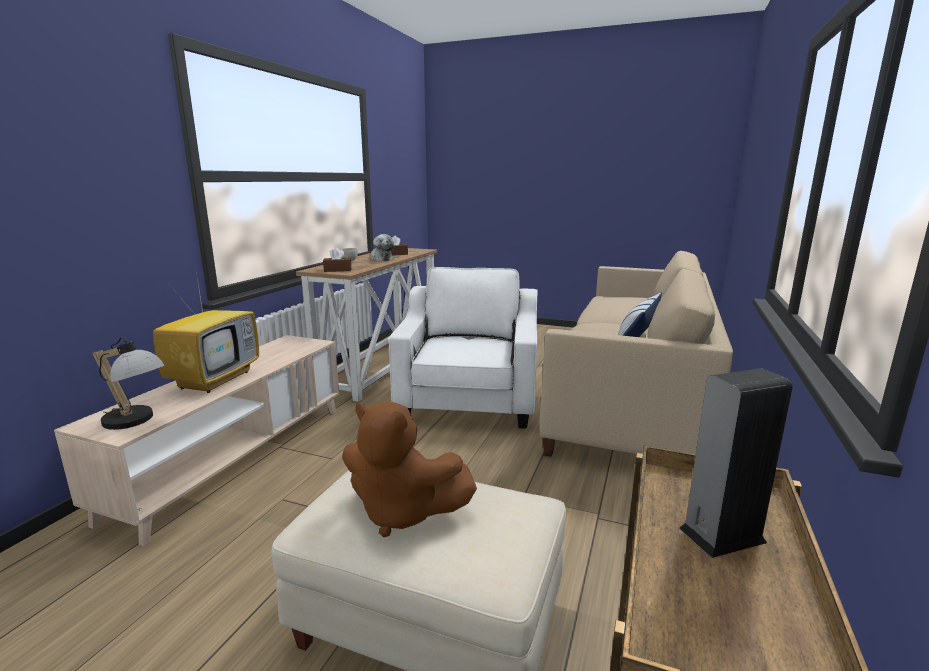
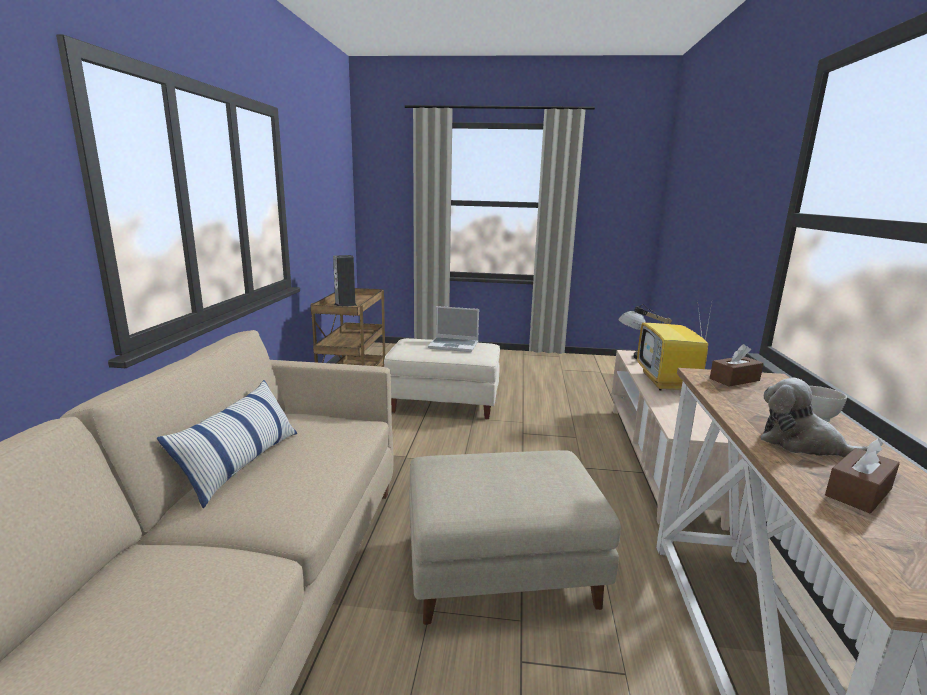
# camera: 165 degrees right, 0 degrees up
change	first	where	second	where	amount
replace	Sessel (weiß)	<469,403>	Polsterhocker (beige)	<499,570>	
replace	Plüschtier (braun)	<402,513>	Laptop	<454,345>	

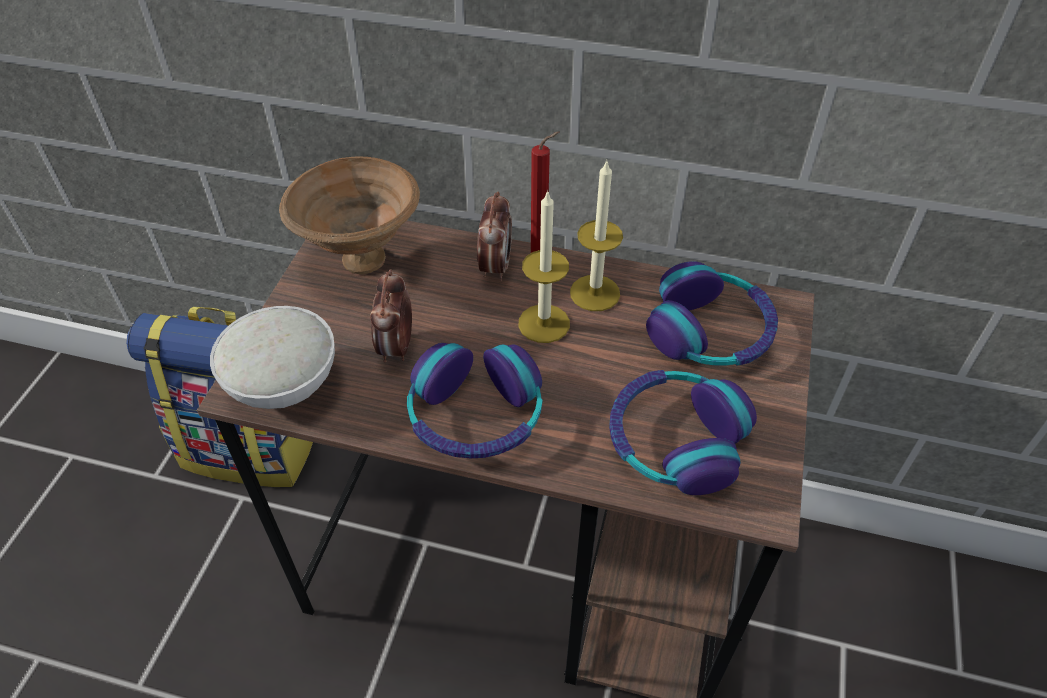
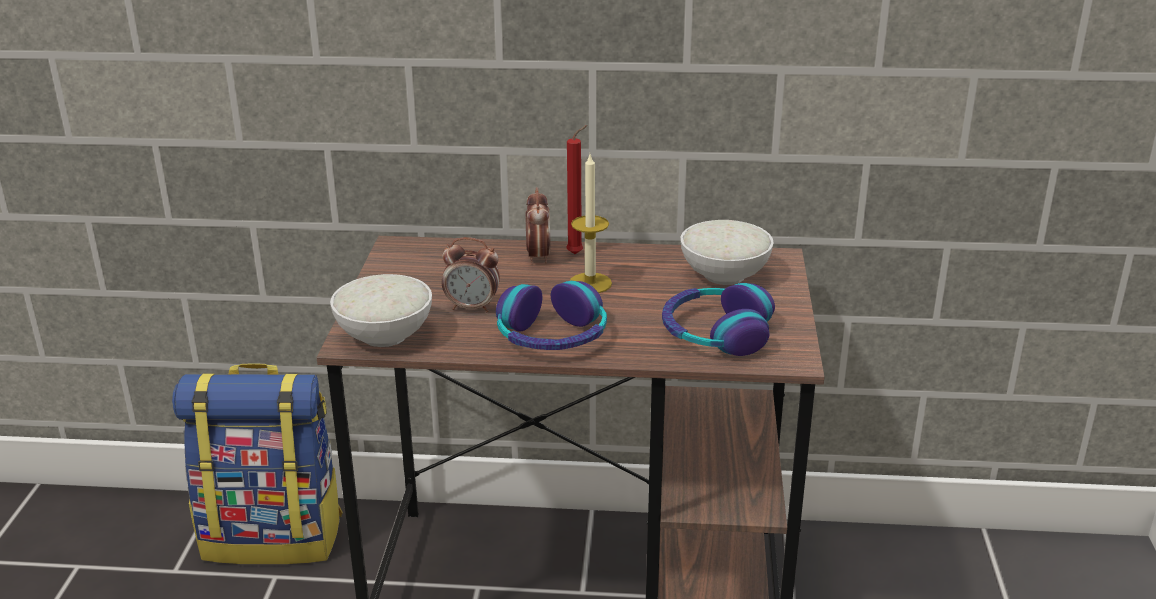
# camera: 10 degrees left, 20 degrees down
change	first	where	second	where	amount
rotate	Wecker	<396,347>		<472,307>	75 degrees counterclockwise
replace	Kopfhörer	<710,332>	Schüssel (weiß)	<725,275>	
delete	Schüssel (braun)	<360,261>			
delete	Kerze	<595,293>			

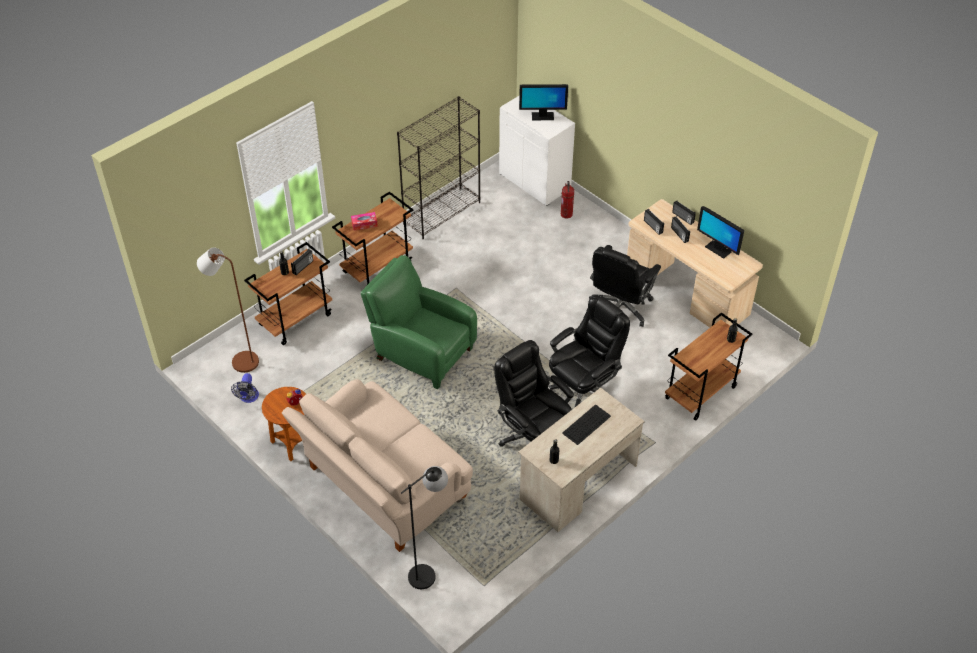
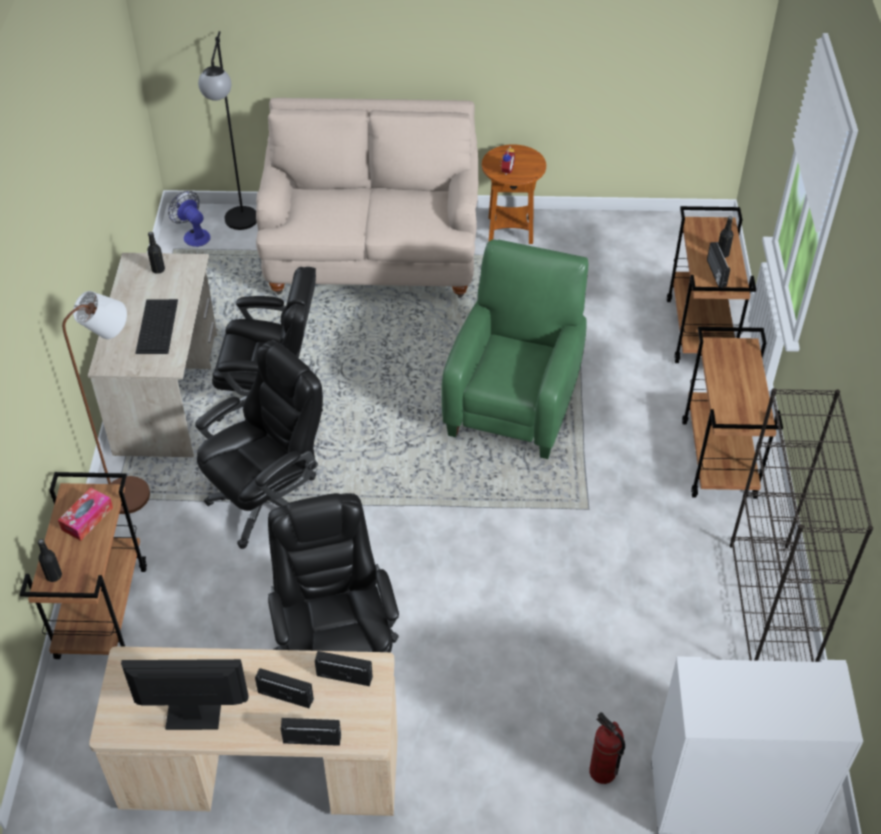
# camera: 135 degrees right, 0 degrees up
change	first	where	second	where	amount
move	Taschentuchbox	<364,224>		<87,519>	
move	Stehlampe (braun)	<240,361>		<135,492>	
move	Ventilator	<248,398>		<193,235>	
rotate	Bürostuhl (schwarz)	<584,389>		<268,501>	135 degrees counterclockwise
rotate	Sessel (grün)	<421,352>		<515,400>	60 degrees counterclockwise
delete	Monitor	<542,116>			

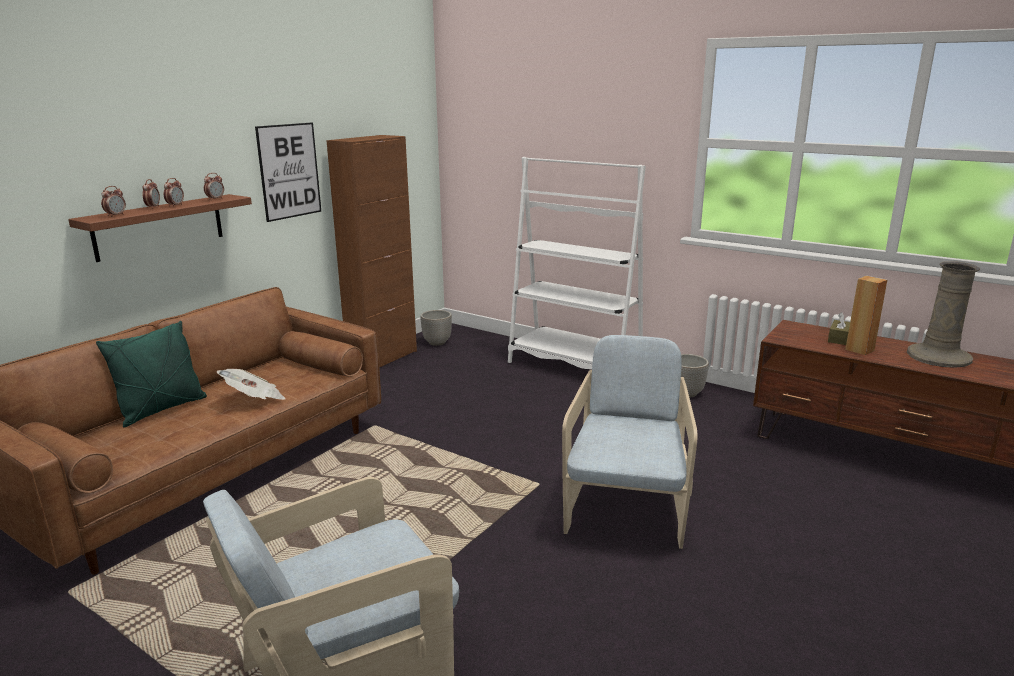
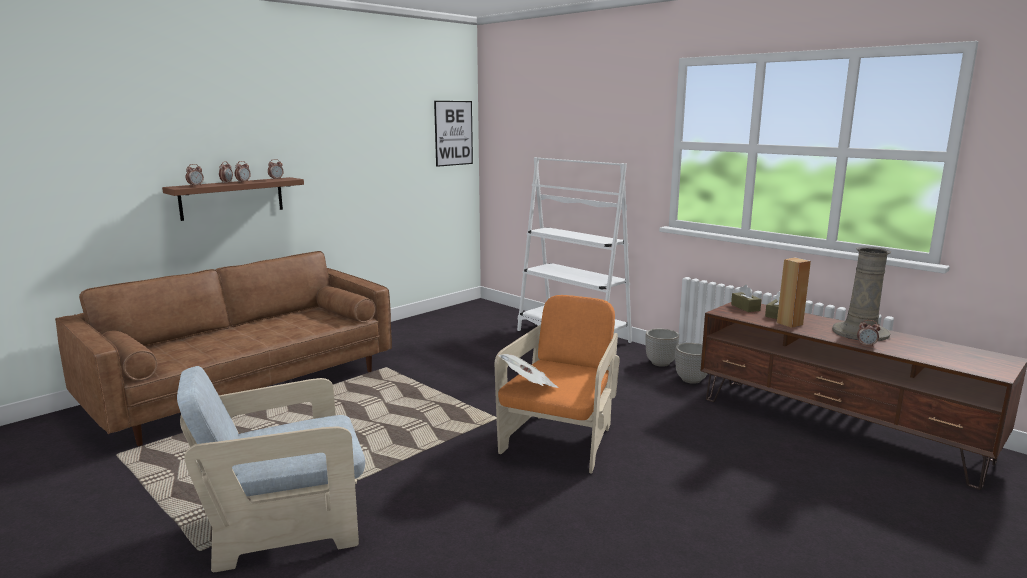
# camera: 10 degrees right, 5 degrees down
change	first	where	second	where	amount
move	Bild	<289,171>		<453,133>	
recolor	Sessel (beige)	<626,507>	Sessel (orange)	<560,440>	
move	Zeitung	<255,399>		<528,385>	
move	Pflanzkübel	<436,342>		<690,380>	
insert			Taschentuchbox (braun)	<745,307>	
insert			Wecker	<866,345>	
delete	Kissen (grün)	<162,409>			
delete	Schrank (braun)	<382,358>			

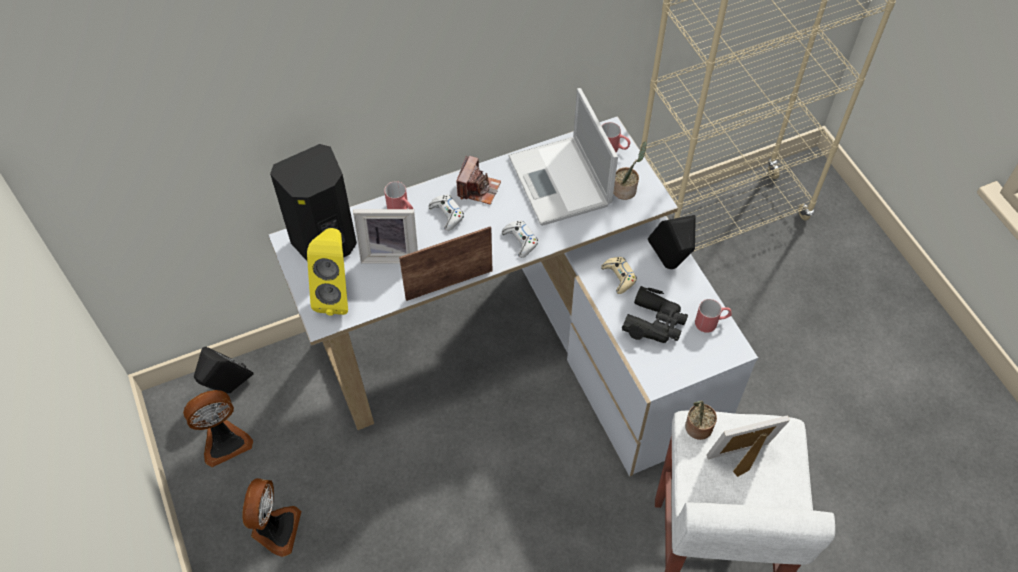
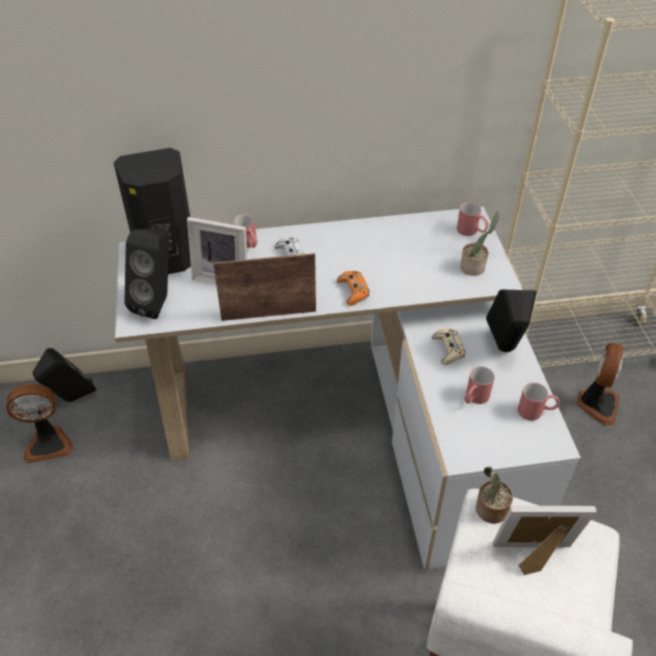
# camera: 15 degrees right, 10 degrees down
change	first	where	second	where	amount
recolor	Lautsprecher (gelb)	<337,294>	Lautsprecher (schwarz)	<158,302>	
recolor	Gamepad (weiß)	<520,241>	Gamepad (orange)	<353,291>	
replace	Fernglas (schwarz)	<655,322>	Henkelbecher (rot)	<474,398>	
move	Ventilator	<275,529>		<596,404>	
delete	Kamera	<478,189>			
delete	Laptop	<560,182>			

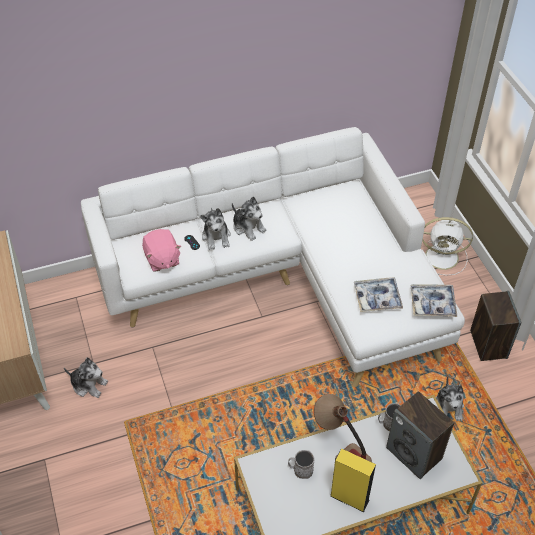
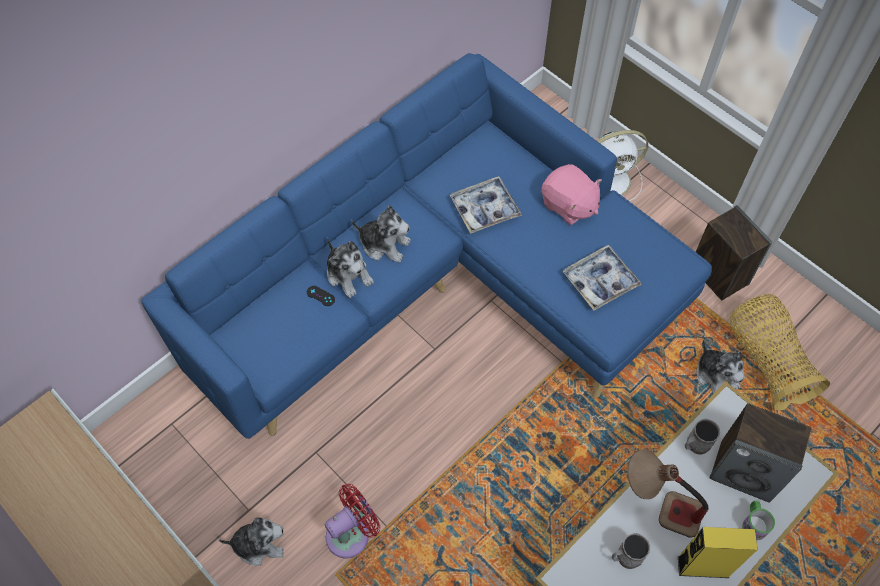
# camera: 25 degrees left, 10 degrees up
change	first	where	second	where	amount
recolor	Sofa (weiß)	<287,285>	Sofa (blau)	<443,292>	
insert			Ventilator (rot)	<351,533>	
move	Tablett	<432,304>		<485,209>	
move	Plüschtier (rosa)	<162,259>		<568,205>	
insert			Korb	<767,361>	
insert			Henkelbecher	<754,523>	

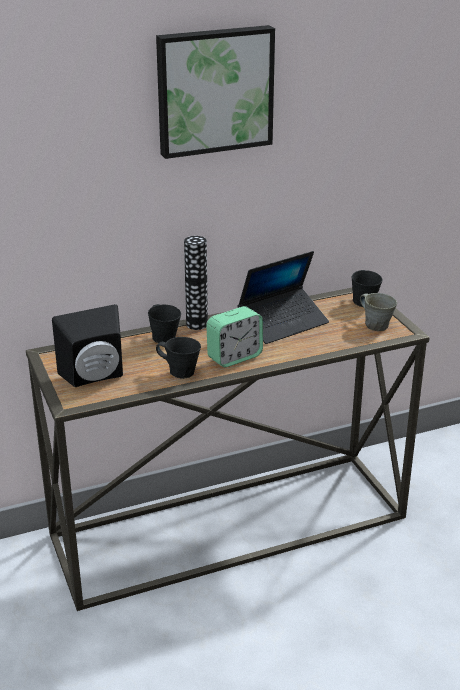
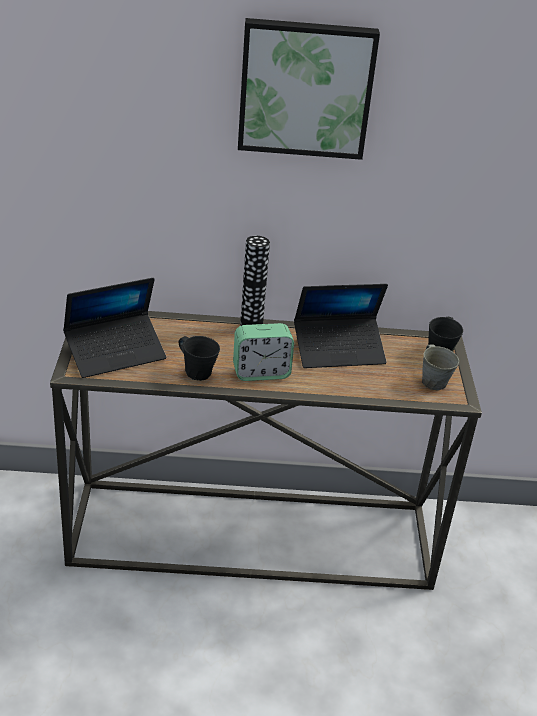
# camera: 20 degrees right, 5 degrees up
change	first	where	second	where	amount
replace	Lautsprecher (schwarz)	<95,377>	Laptop	<115,353>	
delete	Henkelbecher (schwarz)	<164,337>			

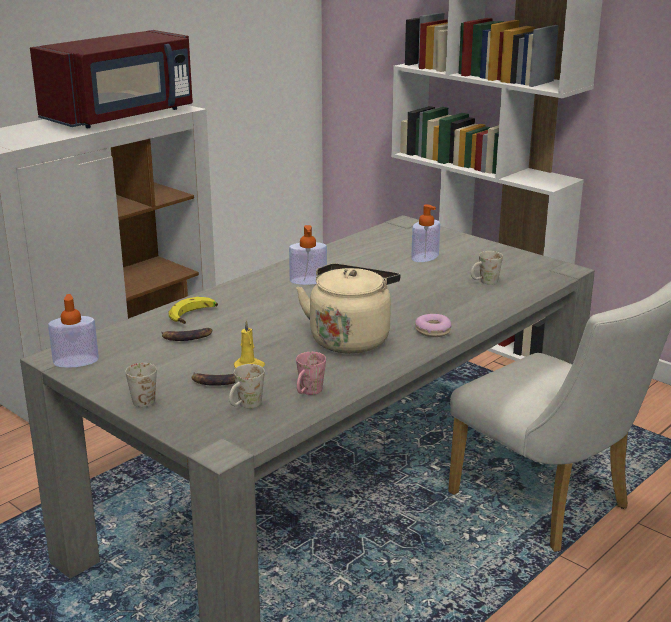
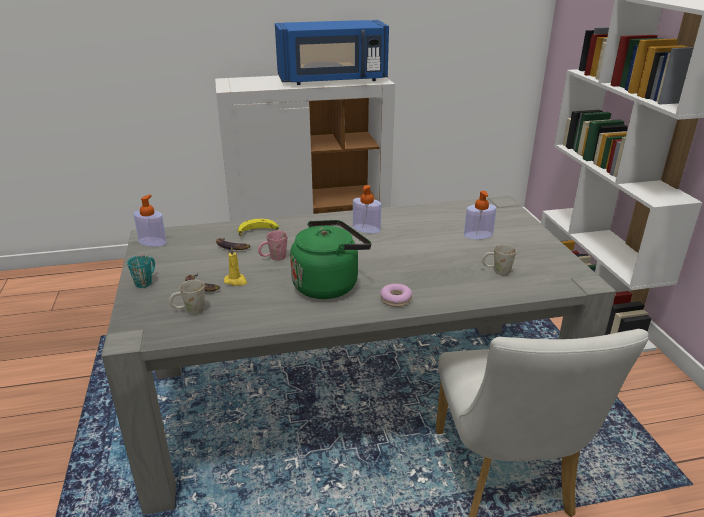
# camera: 35 degrees right, 5 degrees up
change	first	where	second	where	amount
recolor	Henkelbecher (weiß)	<142,398>	Henkelbecher (türkis)	<146,281>	
move	Henkelbecher (rosa)	<308,393>		<273,258>	
recolor	Mikrowelle (rot)	<122,116>	Mikrowelle (blau)	<333,80>	
recolor	Wasserkessel (beige)	<351,338>	Wasserkessel (grün)	<328,284>	

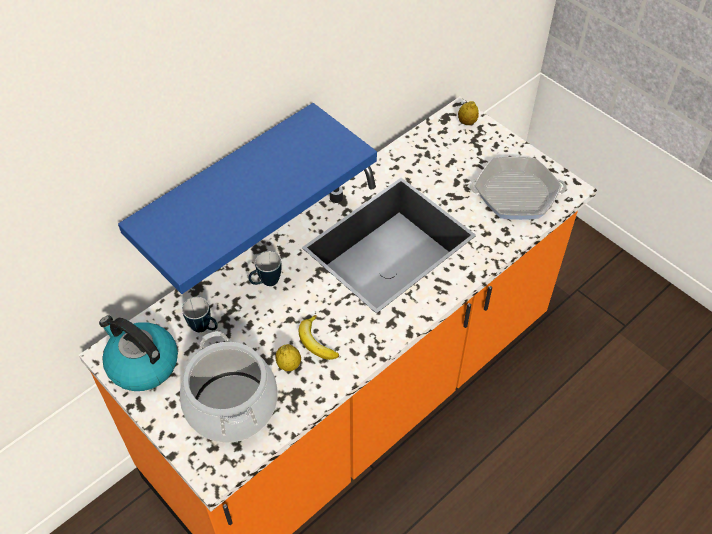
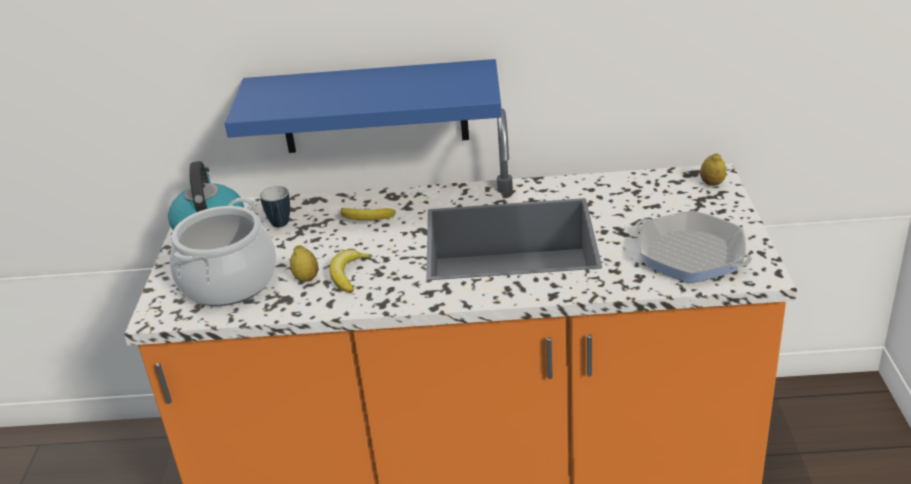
# camera: 45 degrees right, 20 degrees down
change	first	where	second	where	amount
replace	Henkelbecher	<266,283>	Banane	<366,219>	

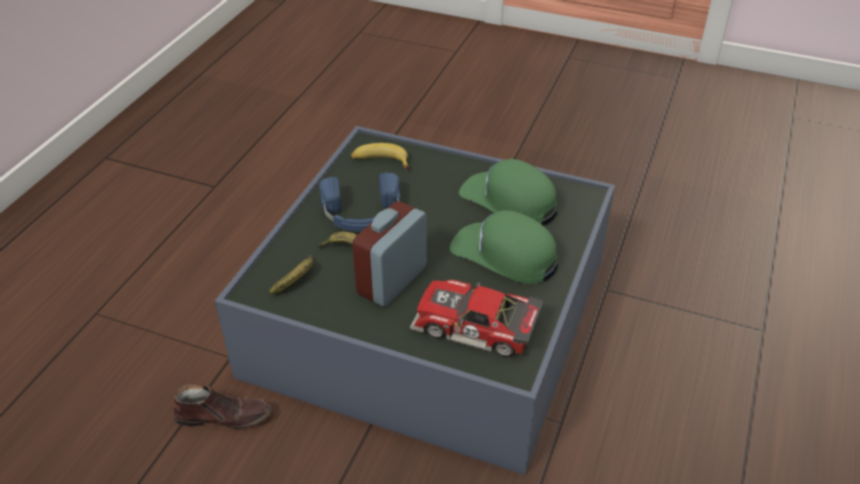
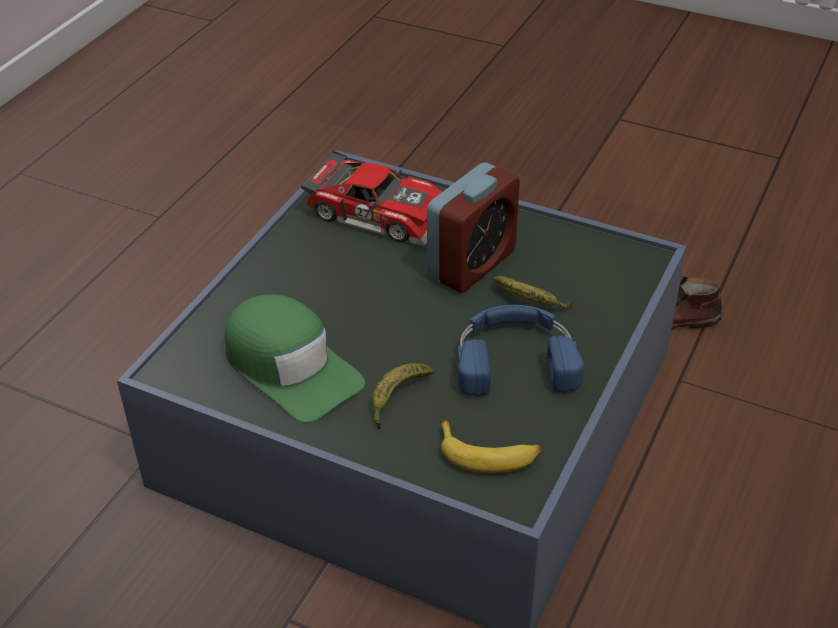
# camera: 175 degrees left, 0 degrees up
change	first	where	second	where	amount
move	Banane	<297,279>		<397,399>	
delete	Kappe (grün)	<504,254>			

